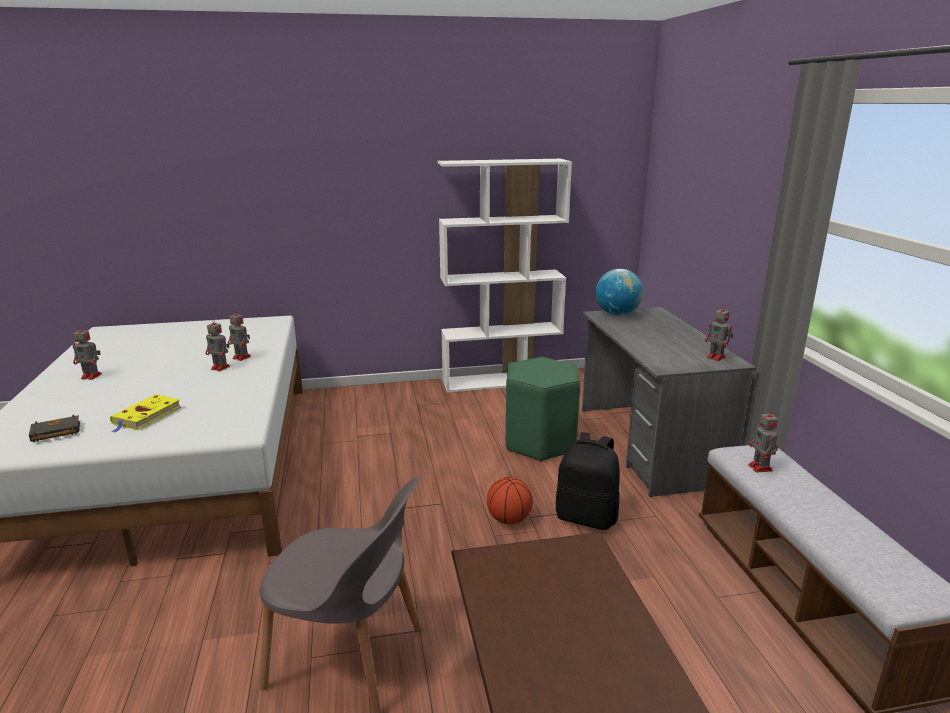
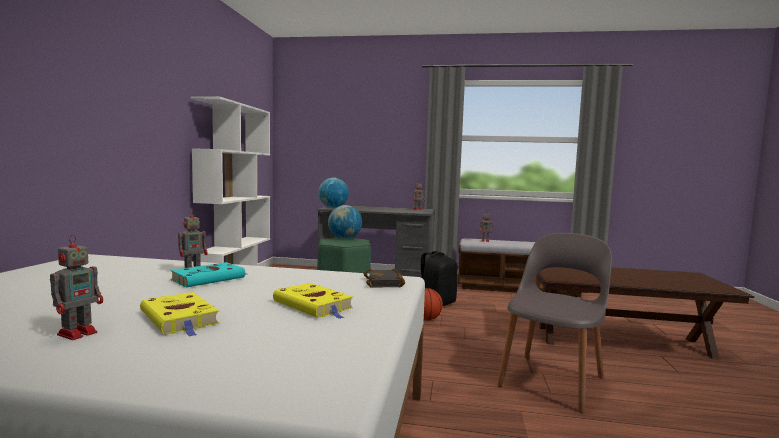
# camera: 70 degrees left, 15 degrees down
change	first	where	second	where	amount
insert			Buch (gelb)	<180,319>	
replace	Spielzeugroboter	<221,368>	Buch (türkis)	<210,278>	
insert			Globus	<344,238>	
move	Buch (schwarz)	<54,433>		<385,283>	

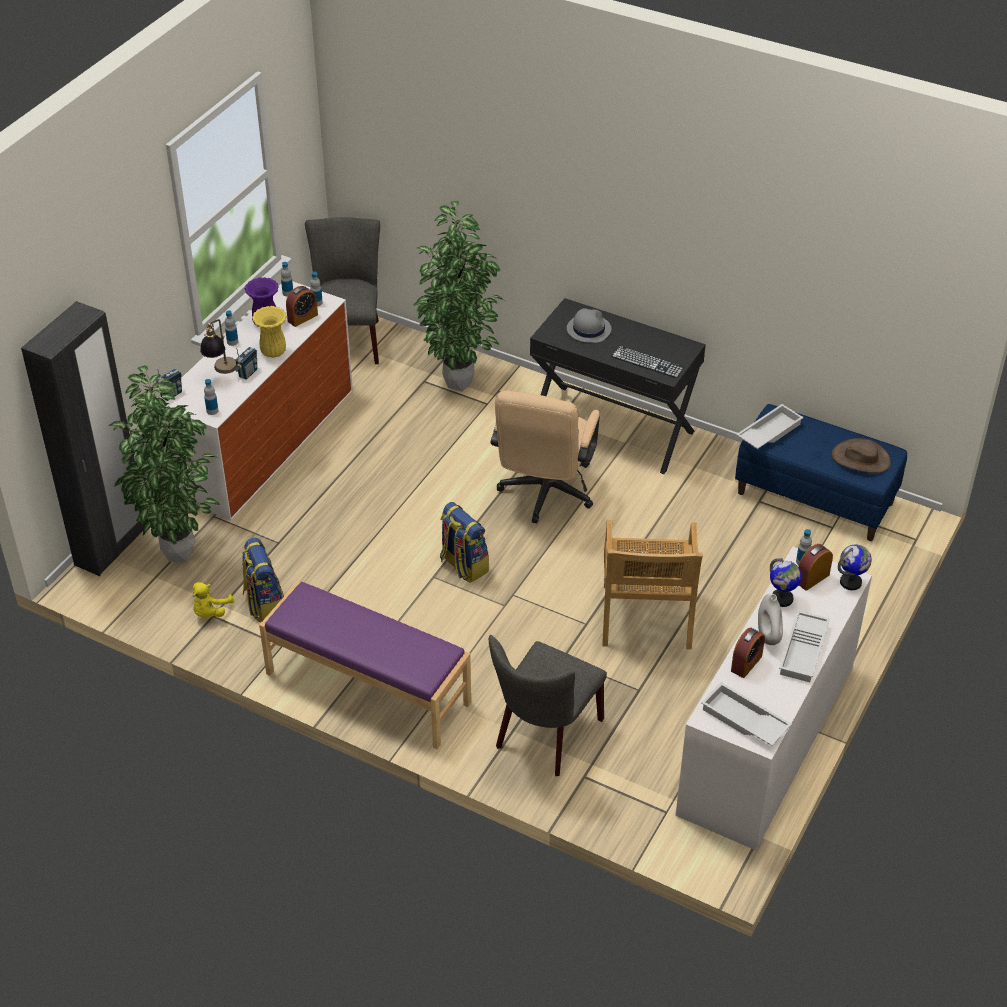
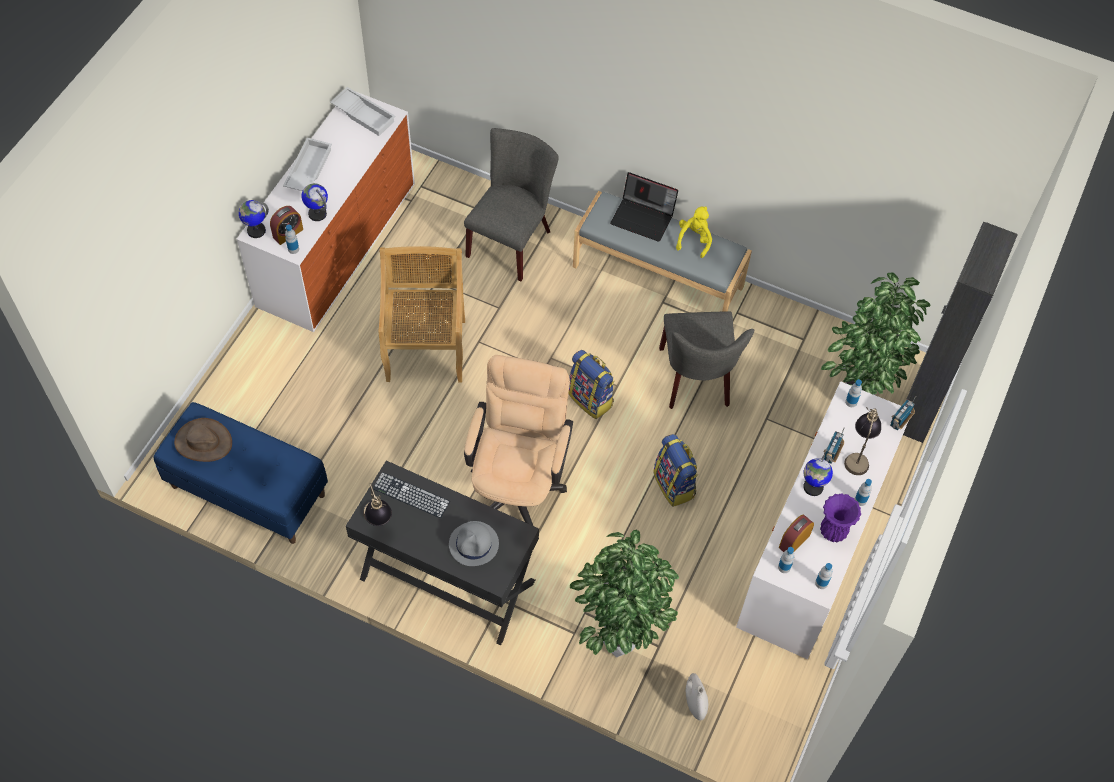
# camera: 175 degrees right, 15 degrees up
change	first	where	second	where	amount
insert			Tischlampe	<378,522>	
recolor	Bank (lila)	<367,689>	Bank (grau)	<658,276>	
insert			Laptop	<643,217>	
move	Rucksack	<264,603>		<674,485>	
move	Stuhl (grau)	<348,338>		<696,381>	
move	Plüschtier (gelb)	<210,612>		<694,240>	
move	Vase (weiß)	<768,636>		<695,703>	
replace	Vase (gelb)	<273,351>	Globus	<813,487>	
delete	Wecker	<746,663>			
delete	Tablett (weiß)	<768,432>			

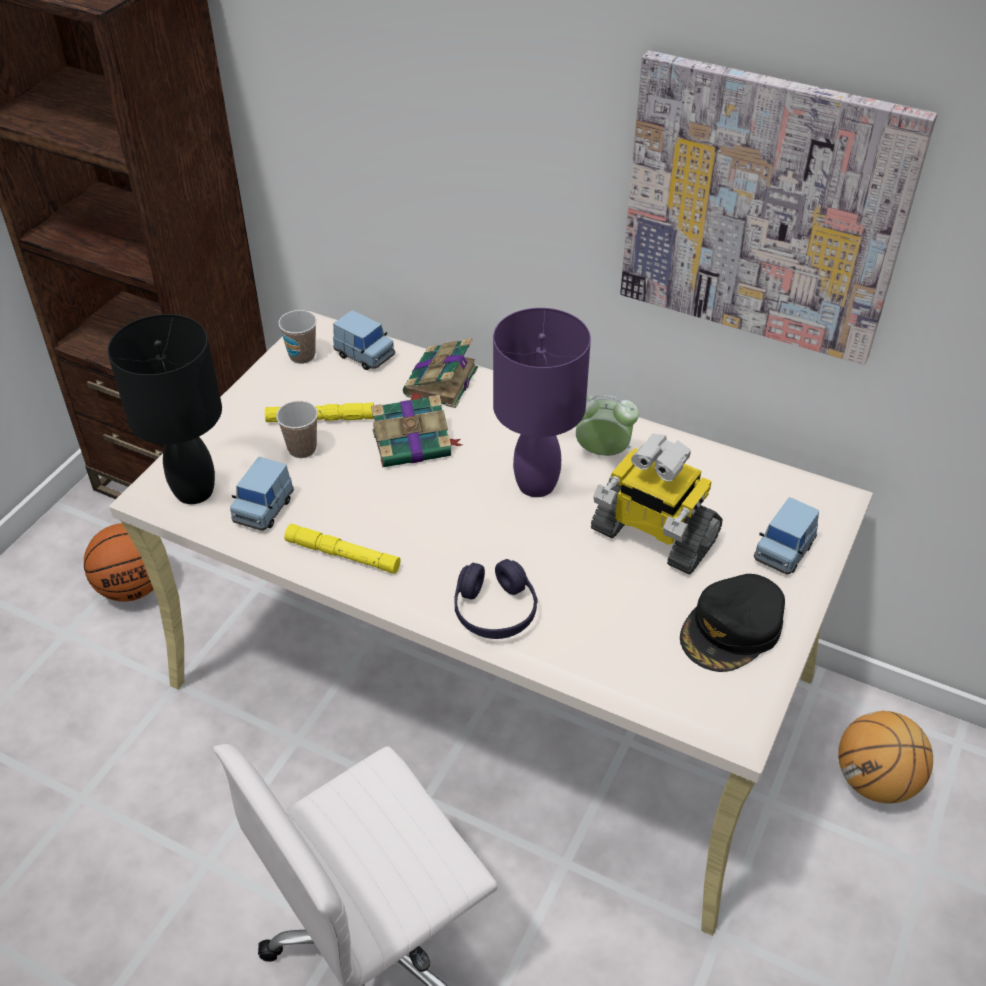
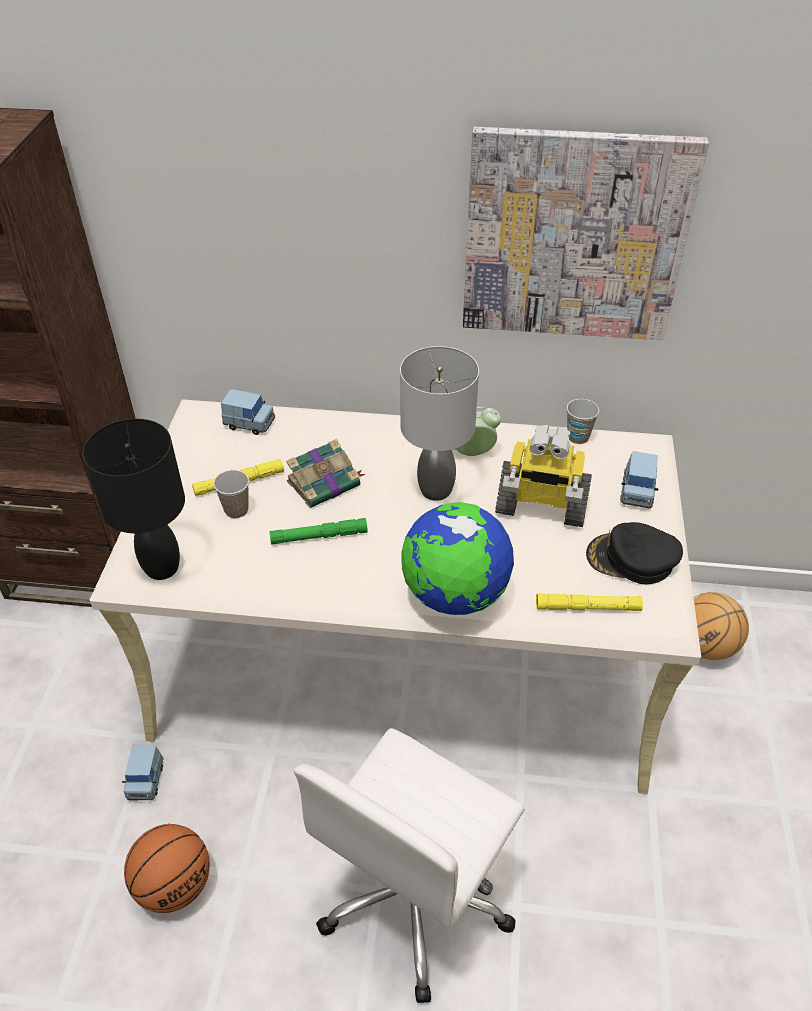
# camera: 20 degrees left, 0 degrees up
change	first	where	second	where	amount
move	Spielzeugauto (blau)	<263,509>		<145,780>	
move	Basketball	<133,587>		<174,884>	
insert			Taschenlampe (grün)	<319,536>	
recolor	Tischlampe (lila)	<535,484>	Tischlampe (grau)	<435,490>	
replace	Kopfhörer (lila)	<495,611>	Globus	<454,595>	
move	Taschenlampe (gelb)	<343,555>		<587,607>	
move	Tasse	<302,356>		<578,437>	
rotate	Kappe (schwarz)	<732,630>		<632,559>	75 degrees clockwise
delete	Buch	<440,383>			

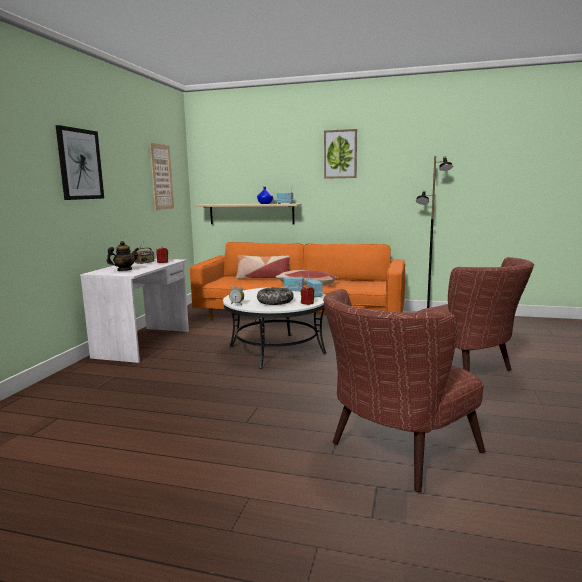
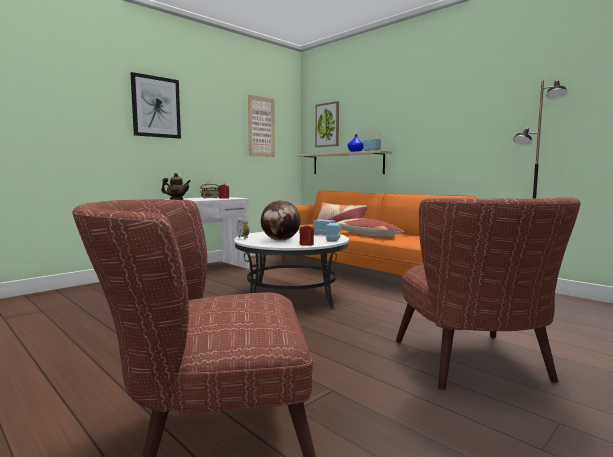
# camera: 30 degrees right, 5 degrees down
change	first	where	second	where	amount
replace	Schüssel	<275,302>	Globus	<281,240>	
move	Bild	<340,154>		<327,125>	

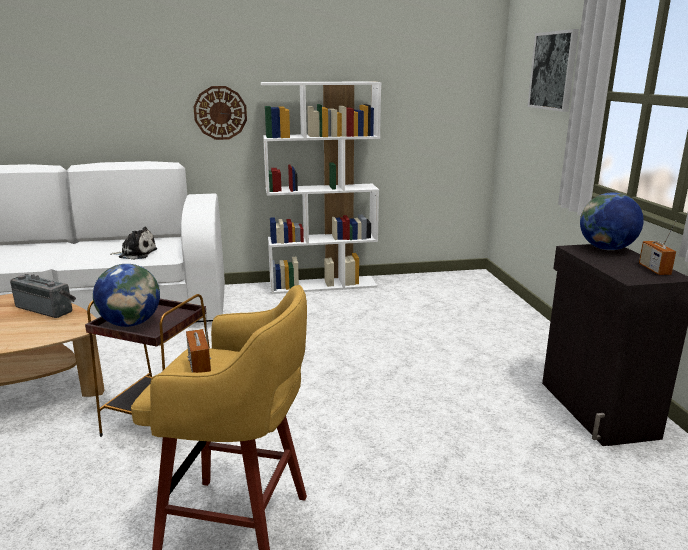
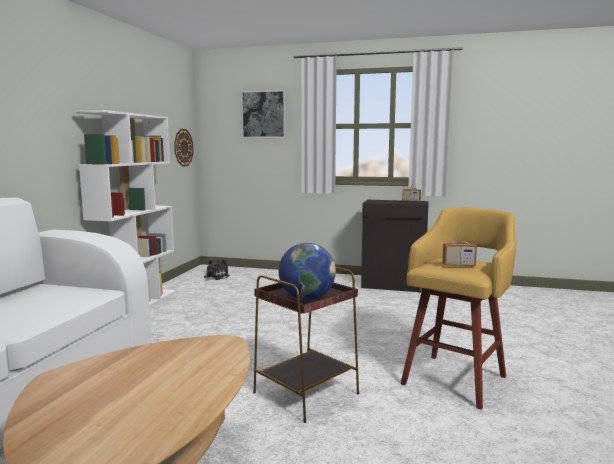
# camera: 65 degrees left, 10 degrees down
change	first	where	second	where	amount
move	Wanduhr	<220,113>		<183,147>	
move	Plüschtier	<136,254>		<215,277>	
delete	Radio	<47,308>			
delete	Globus	<606,249>			

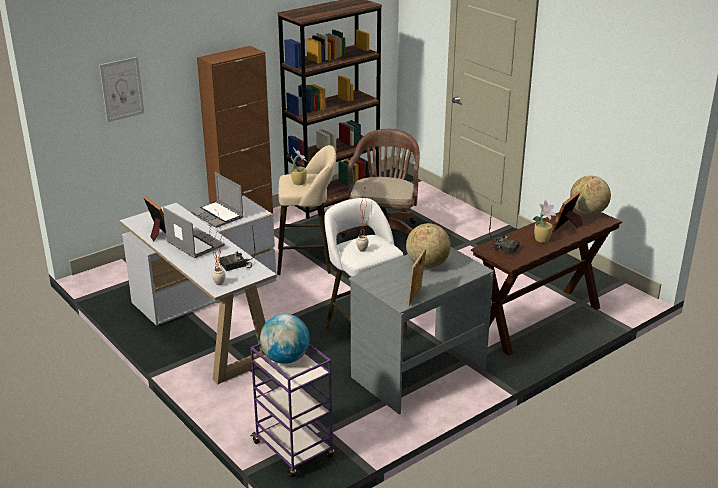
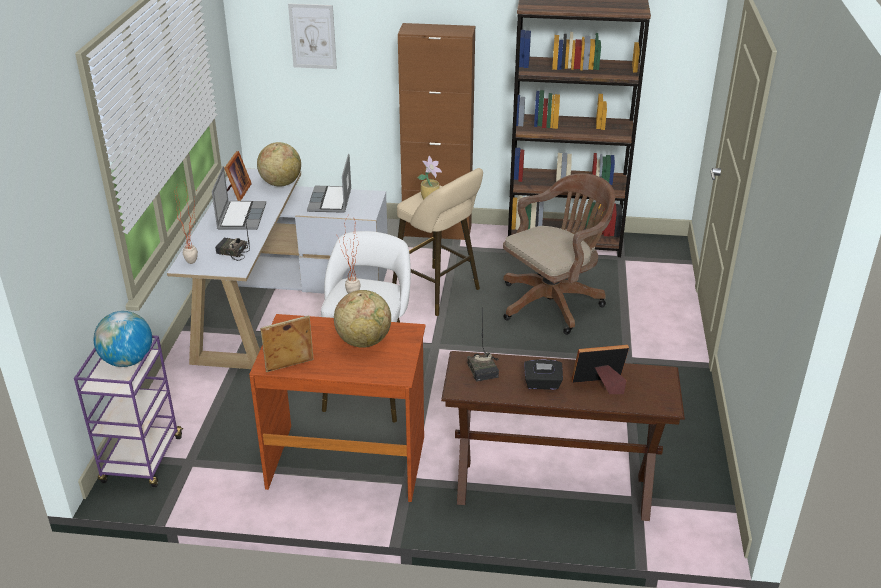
# camera: 45 degrees right, 5 degrees up
change	first	where	second	where	amount
recolor	Schreibtisch (grau)	<418,372>	Schreibtisch (braun)	<347,461>	
move	Globus	<587,212>		<281,183>	
replace	Topfpflanze	<542,239>	Taschentuchbox (schwarz)	<542,384>	

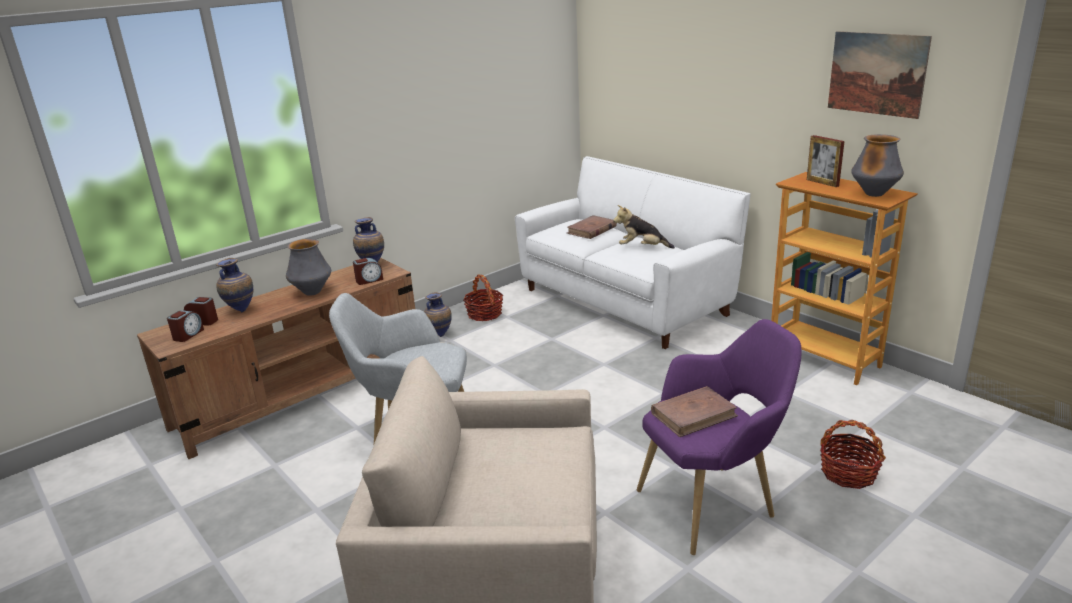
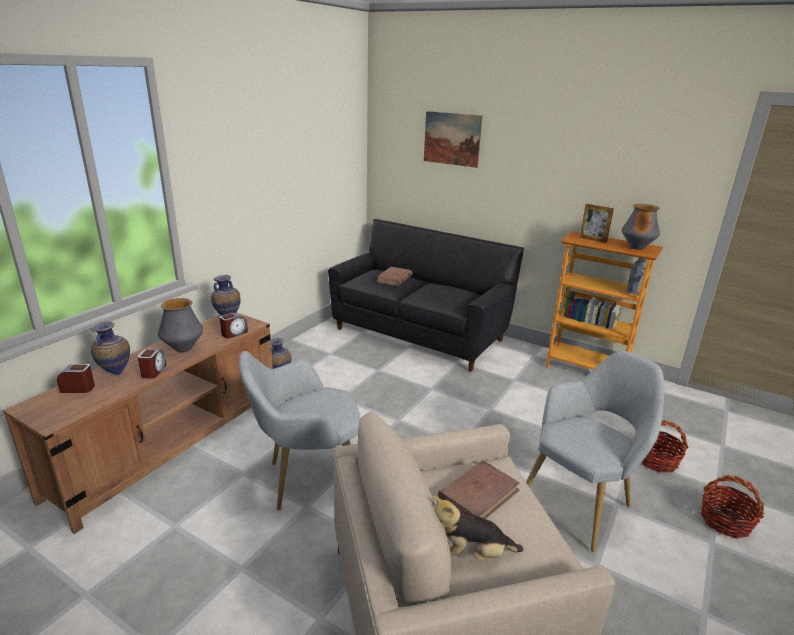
# camera: 20 degrees left, 0 degrees up
change	first	where	second	where	amount
move	Wecker	<188,335>		<154,371>	
recolor	Sofa (weiß)	<625,302>	Sofa (schwarz)	<419,334>	
move	Bild	<877,73>		<452,139>	
move	Plüschtier	<642,248>		<470,555>	
move	Buch (braun)	<694,415>		<479,494>	
recolor	Sessel (lila)	<714,504>	Sessel (grau)	<582,501>	
move	Korb	<484,314>		<725,521>	

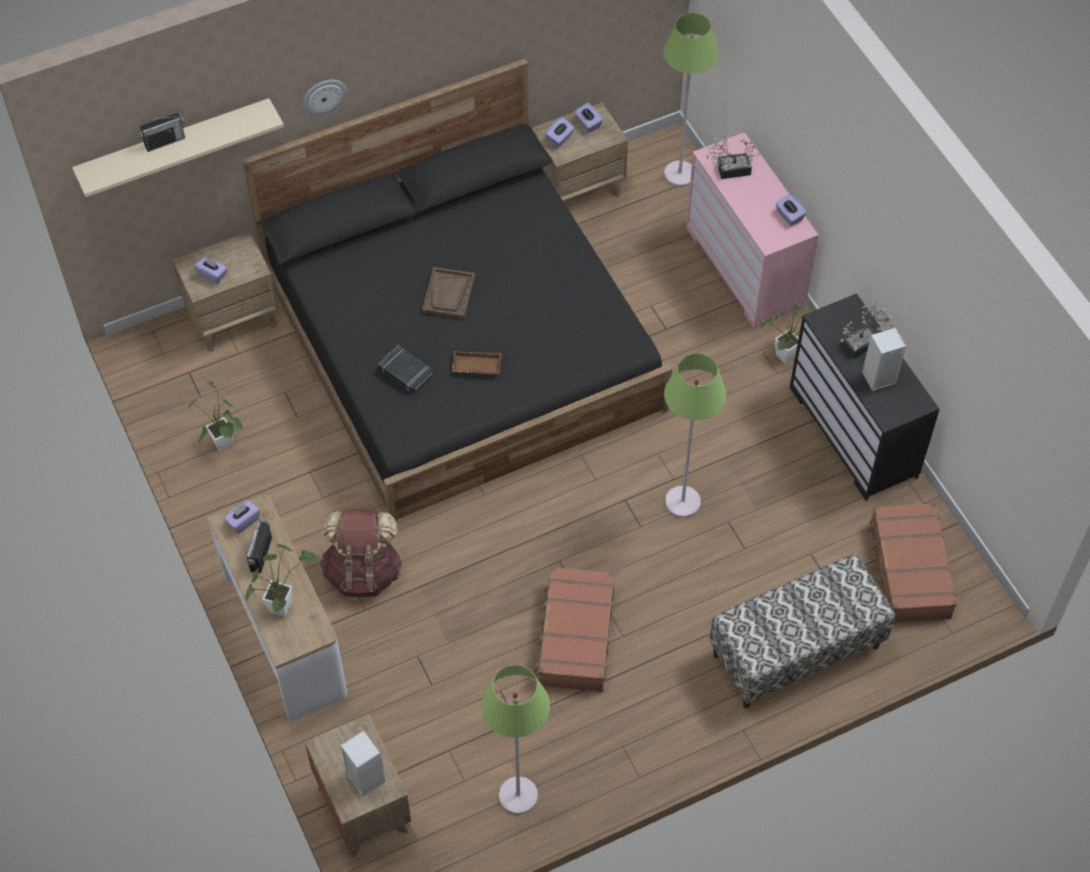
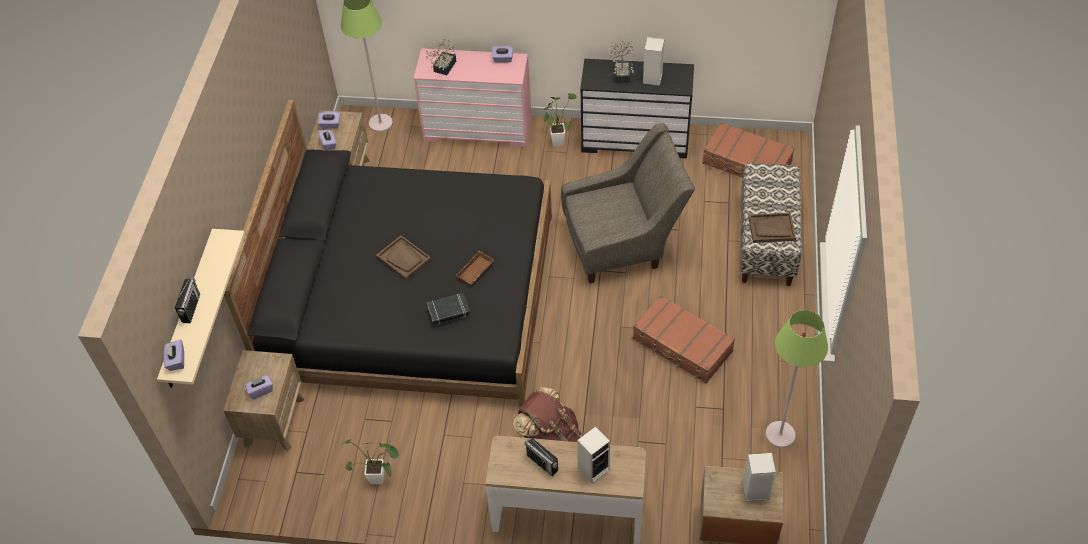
# camera: 55 degrees left, 5 degrees down
change	first	where	second	where	amount
move	Taschentuchbox (lila)	<243,521>		<176,360>	
replace	Stehlampe (grün)	<682,502>	Sessel (grau)	<623,243>	
replace	Topfpflanze	<283,604>	Lautsprecher	<594,468>	
insert			Tablett (braun)	<771,229>	
delete	Wanduhr	<324,96>			

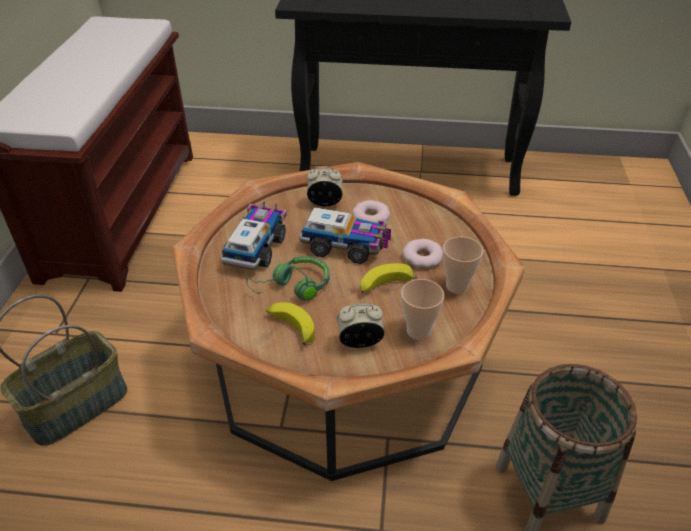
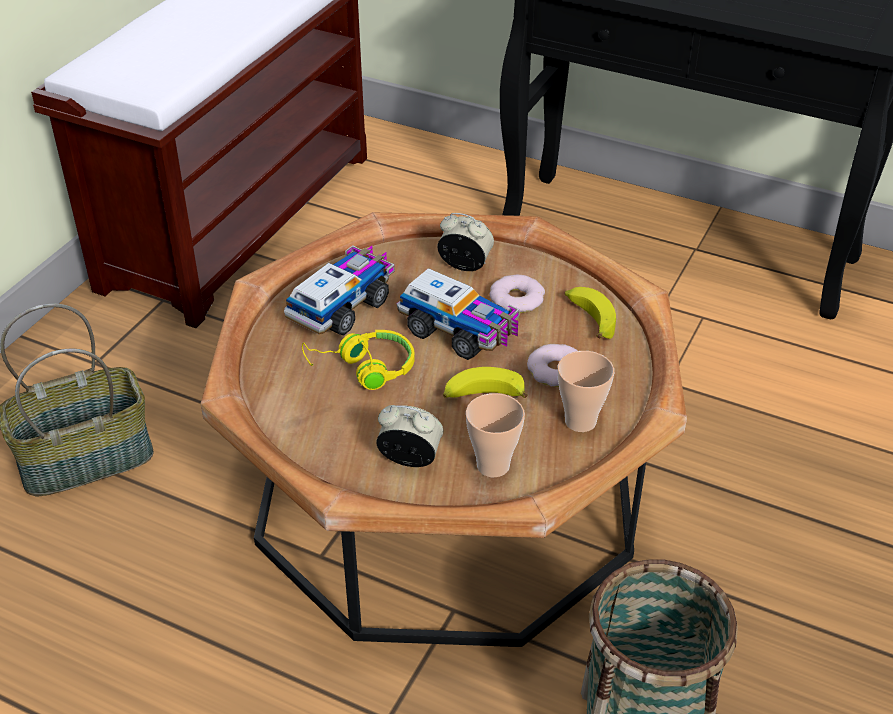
# camera: 20 degrees right, 0 degrees up
change	first	where	second	where	amount
recolor	Kopfhörer (grün)	<293,287>	Kopfhörer (gelb)	<363,368>	
move	Banane	<291,327>		<589,319>	

